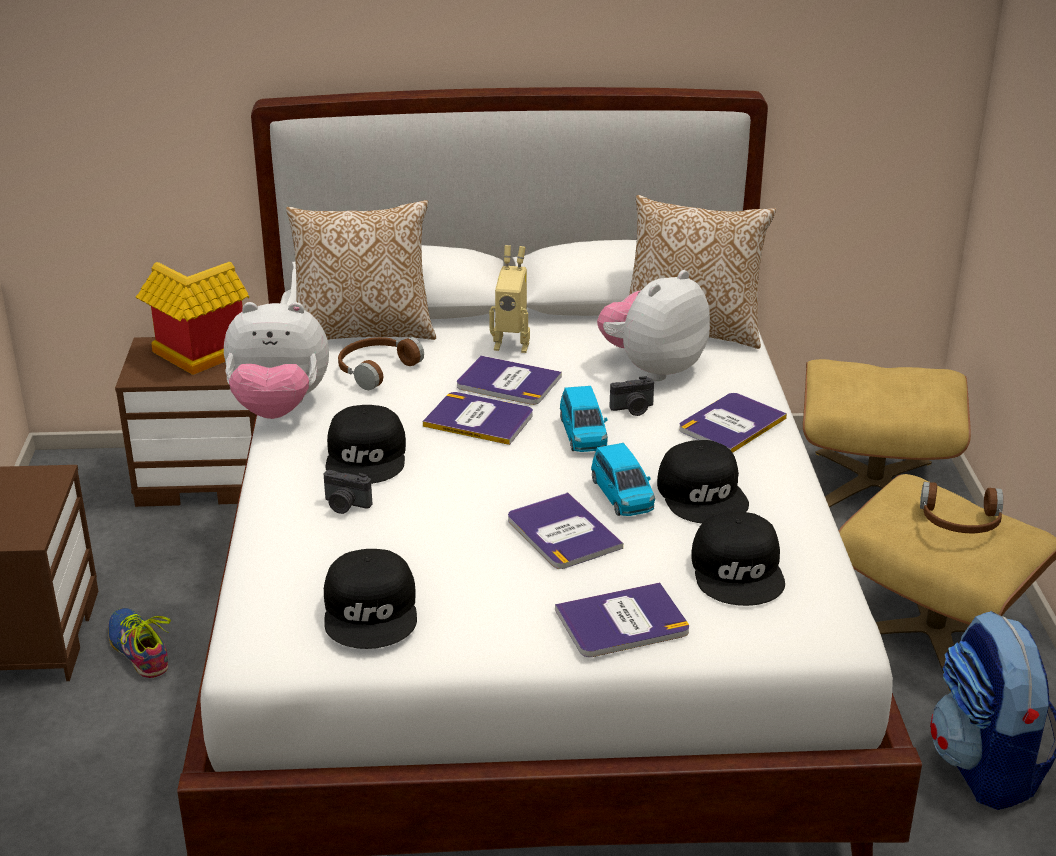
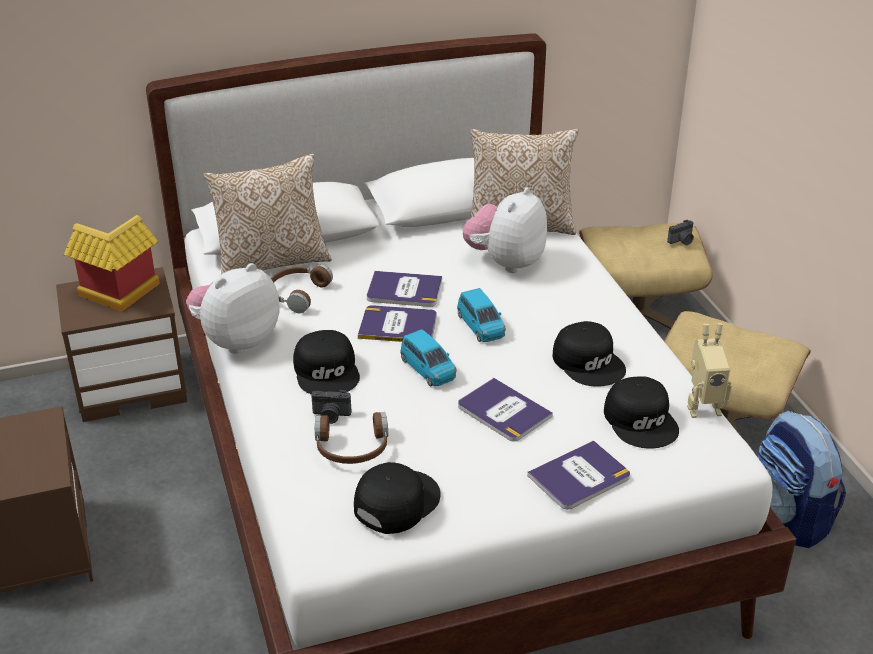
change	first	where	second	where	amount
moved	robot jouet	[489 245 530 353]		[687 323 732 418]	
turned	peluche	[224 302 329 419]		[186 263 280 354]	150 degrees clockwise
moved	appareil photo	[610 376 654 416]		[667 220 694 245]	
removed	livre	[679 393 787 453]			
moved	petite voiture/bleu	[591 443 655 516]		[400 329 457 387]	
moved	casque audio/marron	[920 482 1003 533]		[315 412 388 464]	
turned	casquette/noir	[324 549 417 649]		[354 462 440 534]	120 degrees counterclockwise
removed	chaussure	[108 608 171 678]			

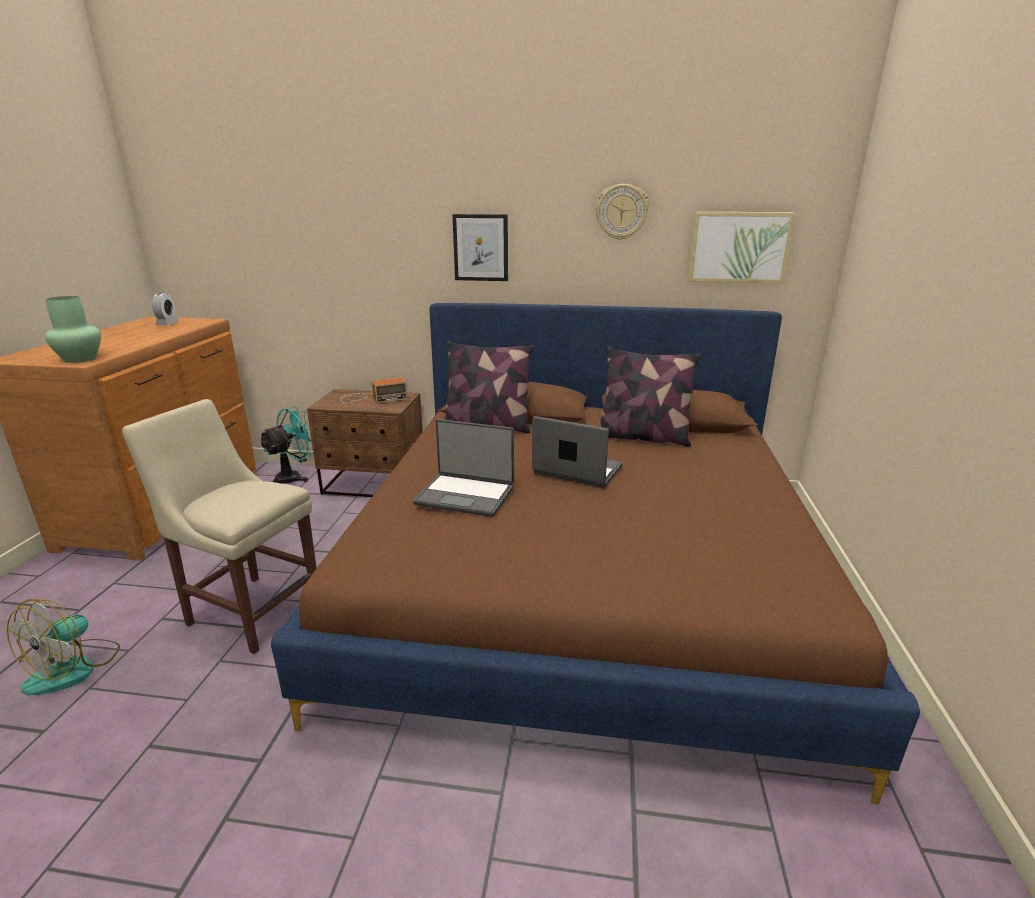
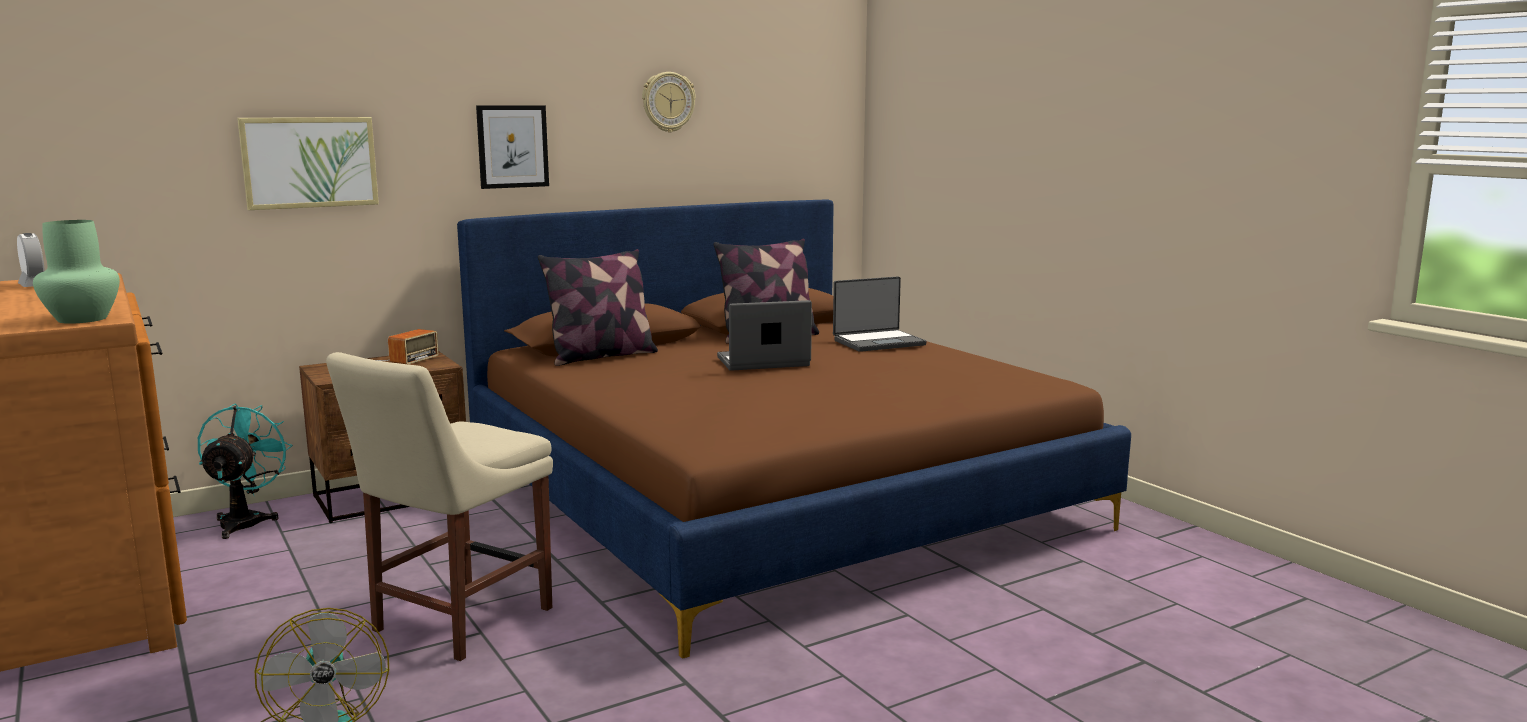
change	first	where	second	where	amount
moved	tableau	[688 212 796 283]		[237 117 379 210]	
turned	chaise/beige	[122 399 316 654]		[326 352 553 661]	45 degrees counterclockwise
moved	ordinateur portable	[413 419 514 517]		[833 276 927 352]	

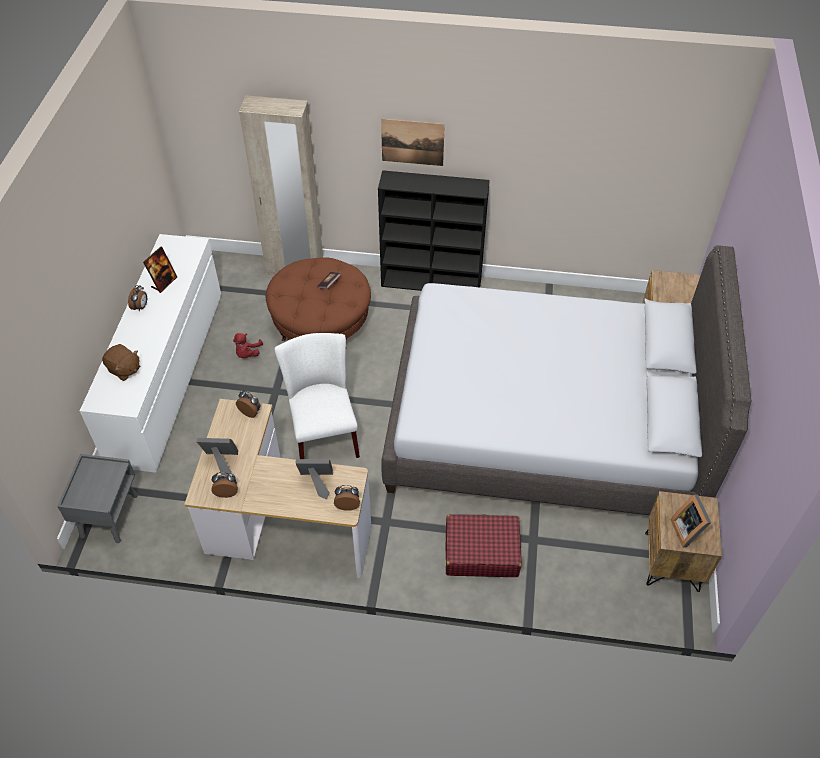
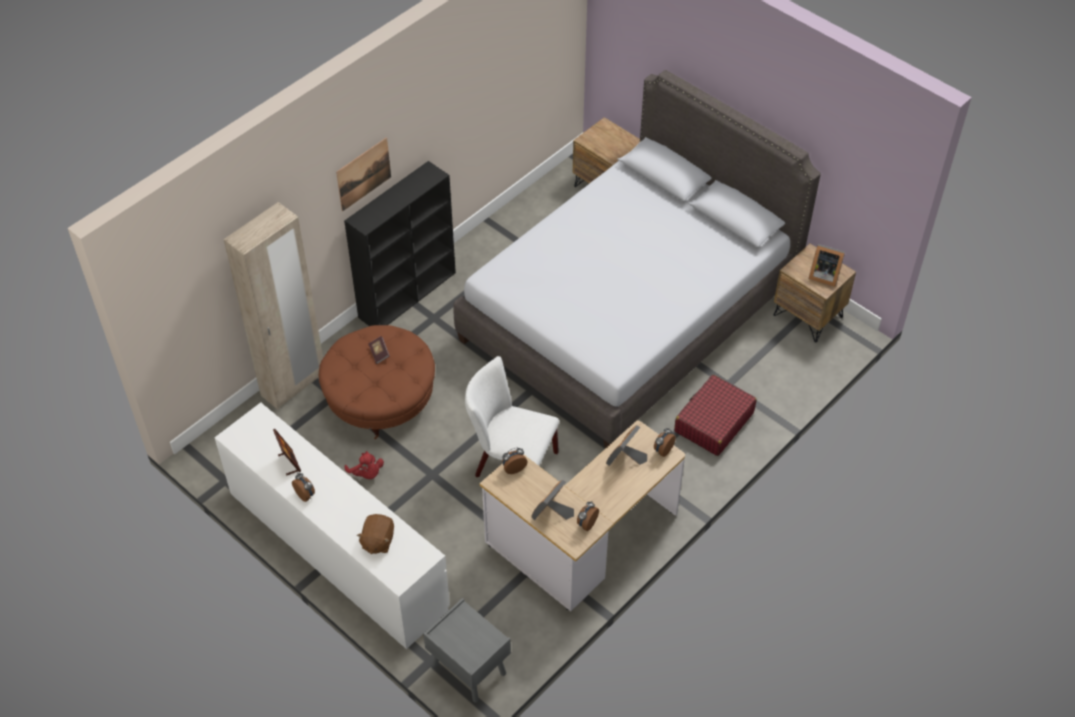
change	first	where	second	where	amount
turned	peluche/marron	[102 344 140 381]		[357 514 394 554]	120 degrees clockwise

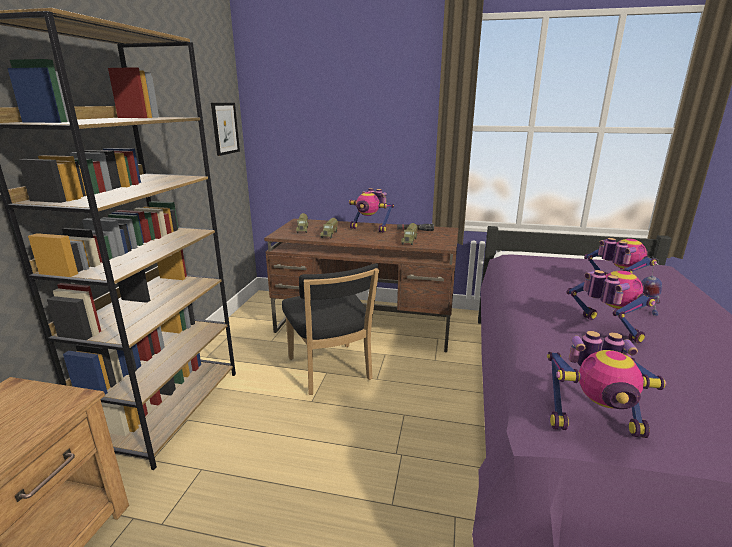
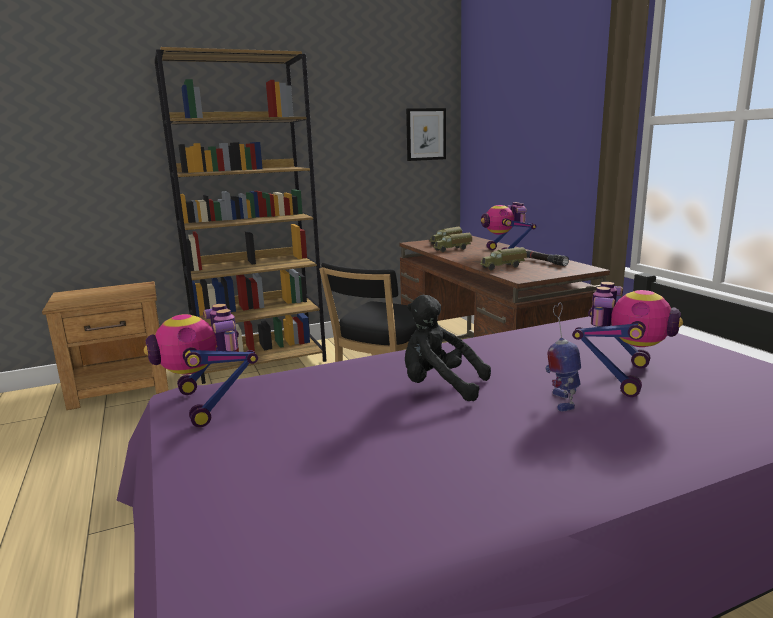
change	first	where	second	where	amount
replaced	robot jouet	[566 270 655 343]	peluche/noir	[405 295 491 401]	

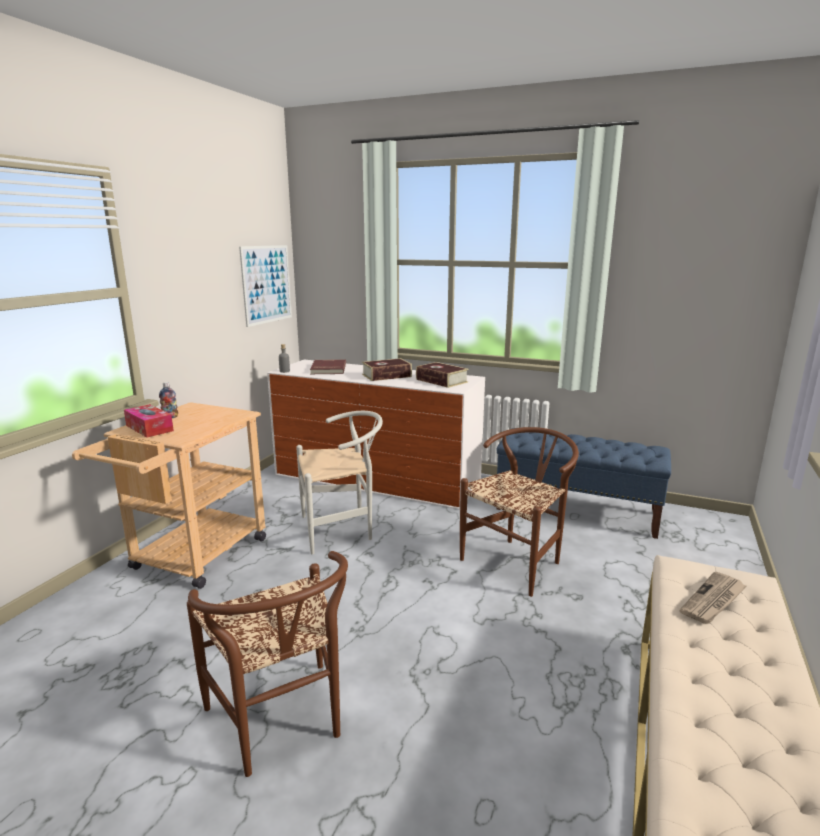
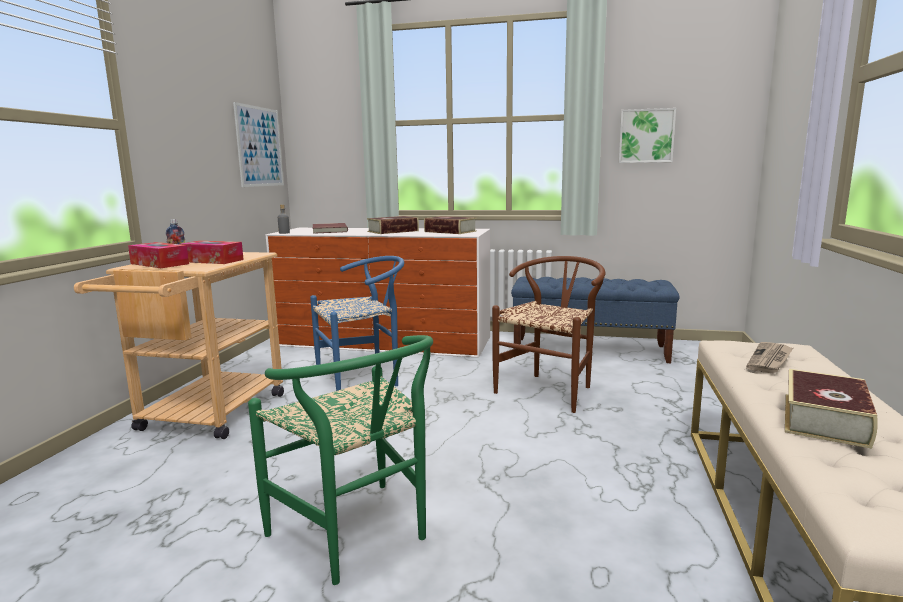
change	first	where	second	where	amount
recoloured	chaise/blanc	[296 411 383 555]	chaise/bleu	[310 256 404 391]	
recoloured	chaise/marron	[187 551 348 777]	chaise/vert	[248 335 433 585]	
added			tableau	[618 108 676 163]	
added			boîte à mouchoirs	[180 241 244 264]	
added			livre	[785 369 878 449]	

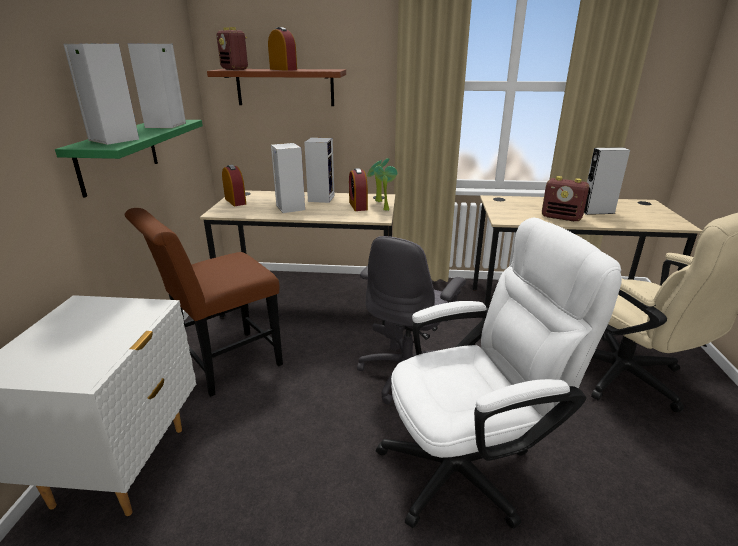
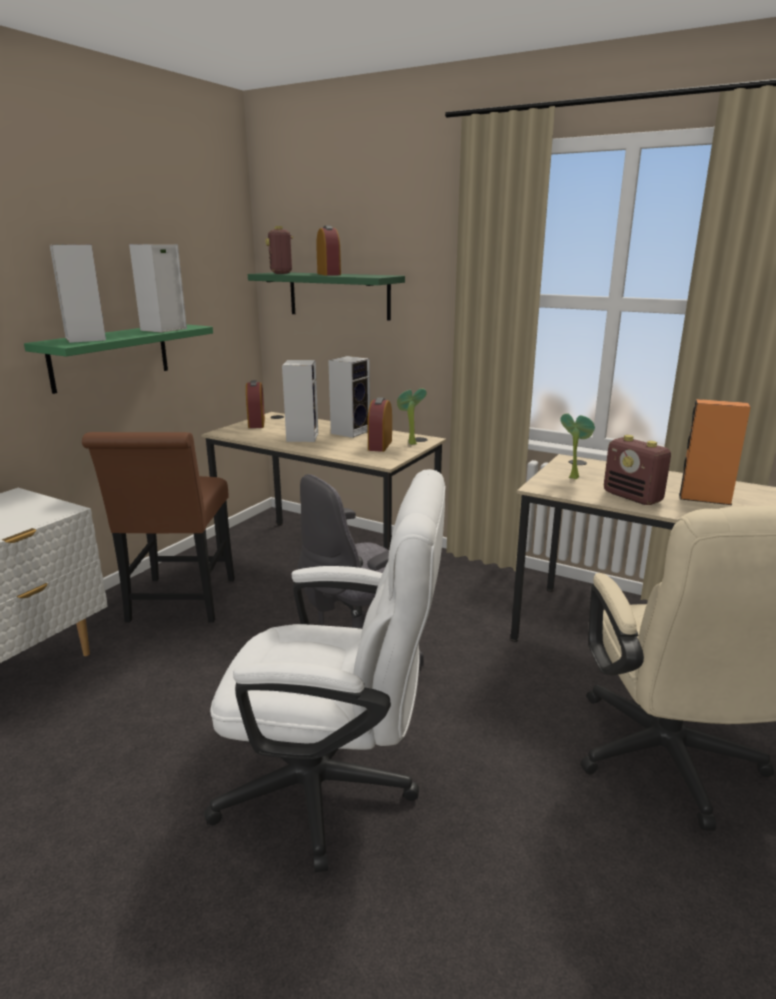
change	first	where	second	where	amount
recoloured	étagère/marron	[207 69 346 106]	étagère/vert	[248 272 405 321]	
recoloured	enceinte/gris	[584 147 630 215]	enceinte/orange	[679 399 751 505]	
moved	plante en pot	[374 166 397 211]		[561 413 595 479]	
turned	chaise/marron	[125 208 283 397]		[82 432 235 623]	75 degrees counterclockwise

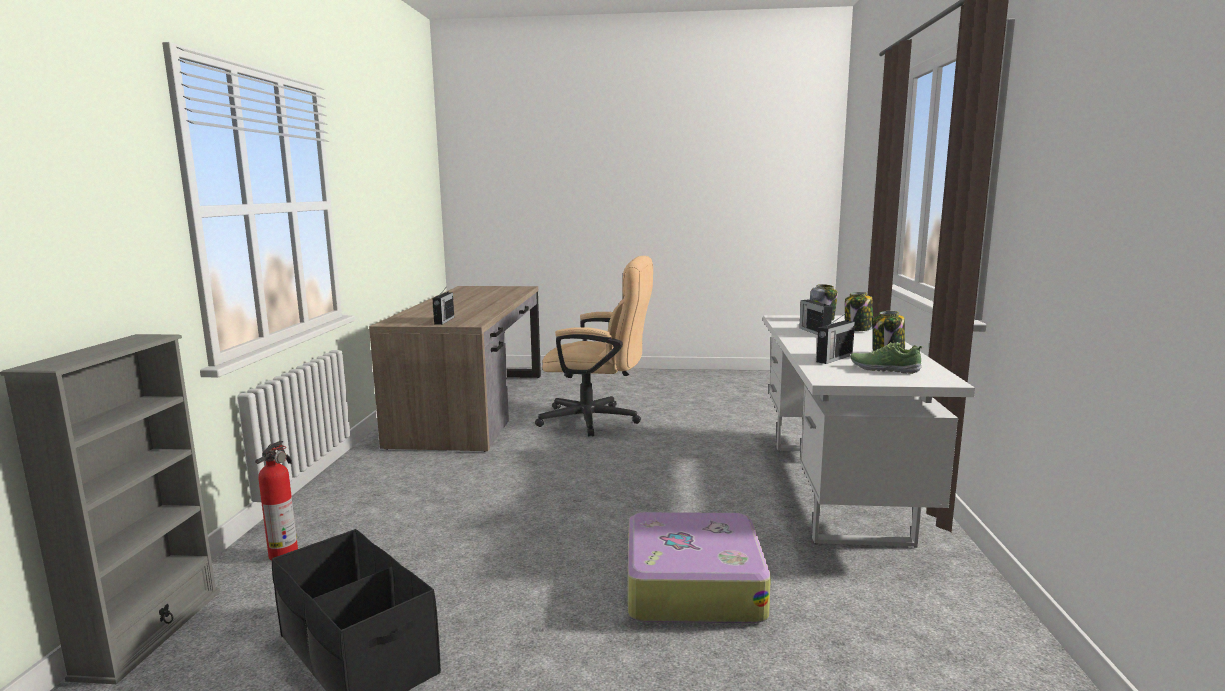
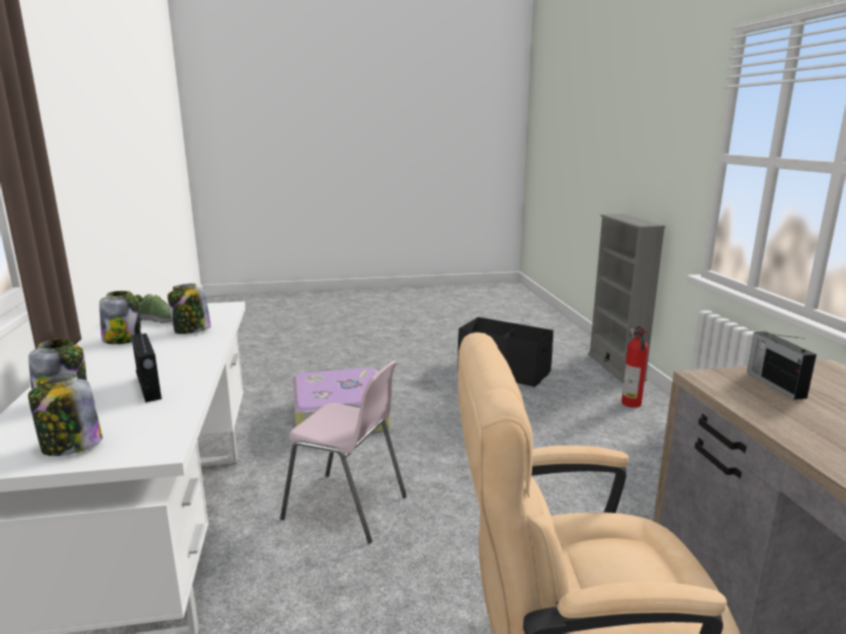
change	first	where	second	where	amount
replaced	radio	[816 313 855 364]	bocal	[167 283 211 334]	
added			chaise/rose	[280 361 407 543]	

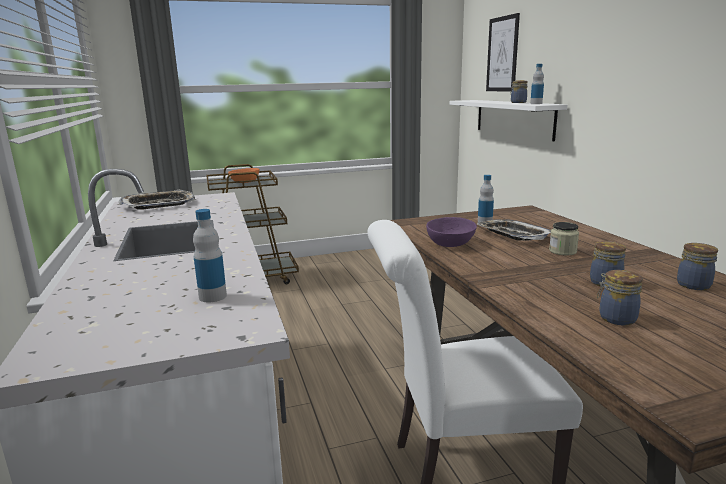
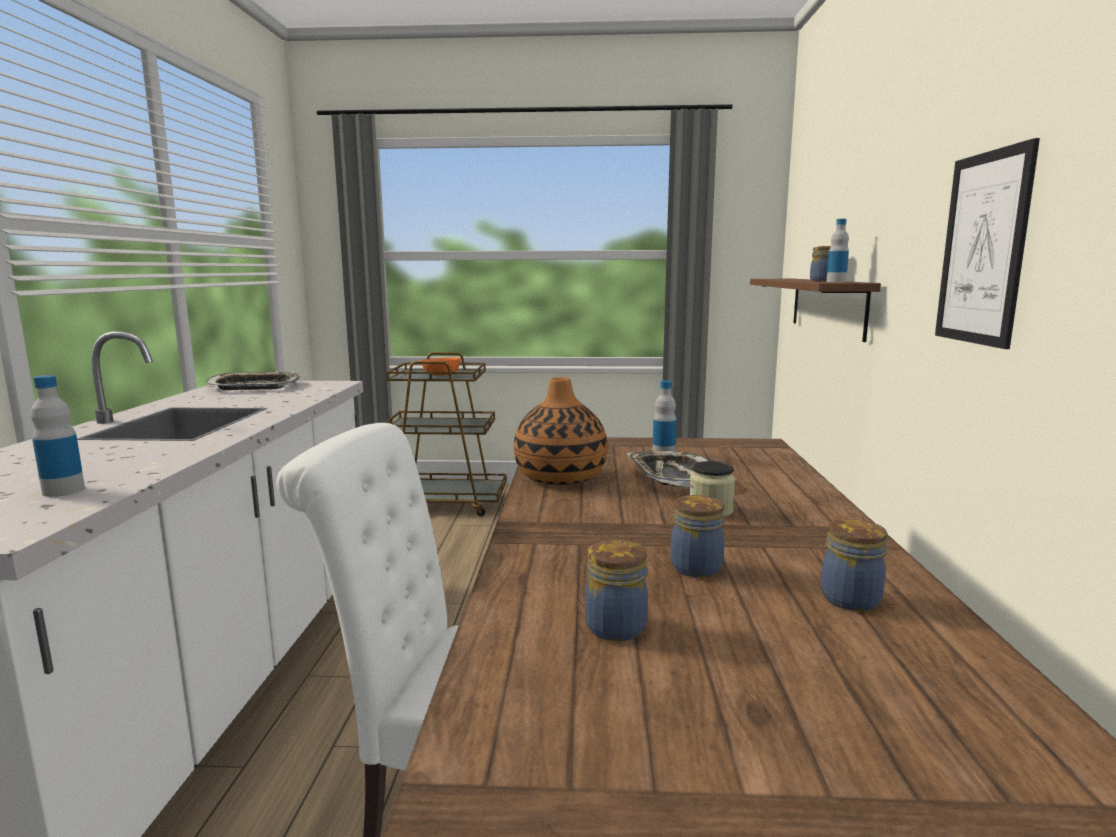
change	first	where	second	where	amount
moved	tableau	[486 13 520 92]		[935 138 1040 349]	
recoloured	étagère/blanc	[450 100 567 141]	étagère/marron	[750 279 881 342]	
replaced	bol/violet	[426 217 477 247]	vase	[514 377 608 485]	

